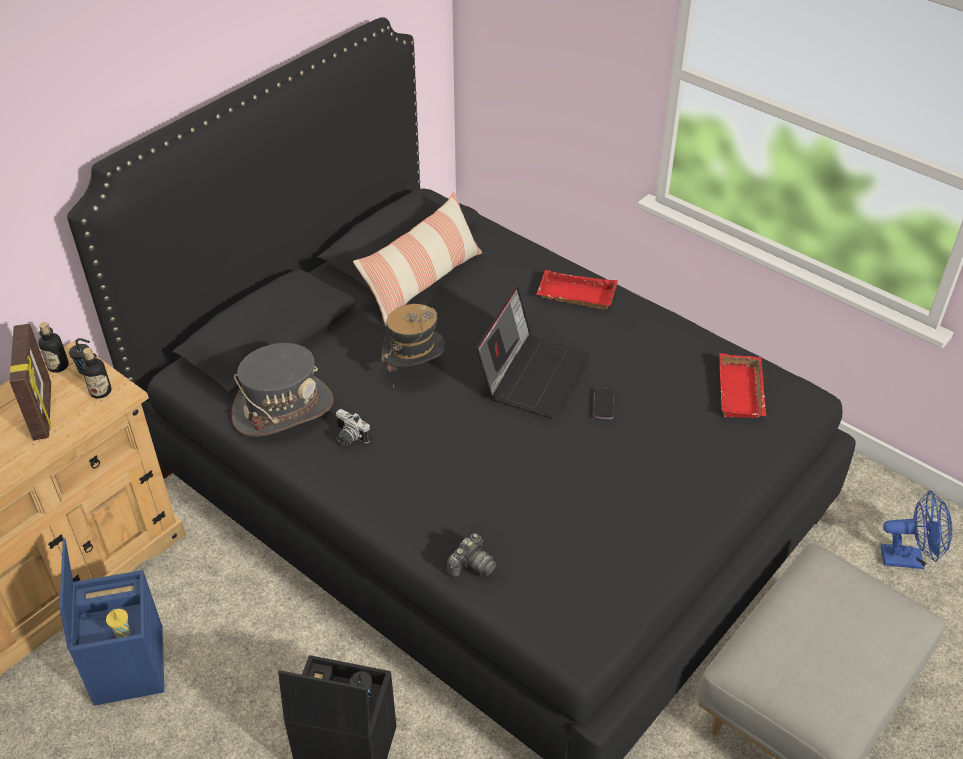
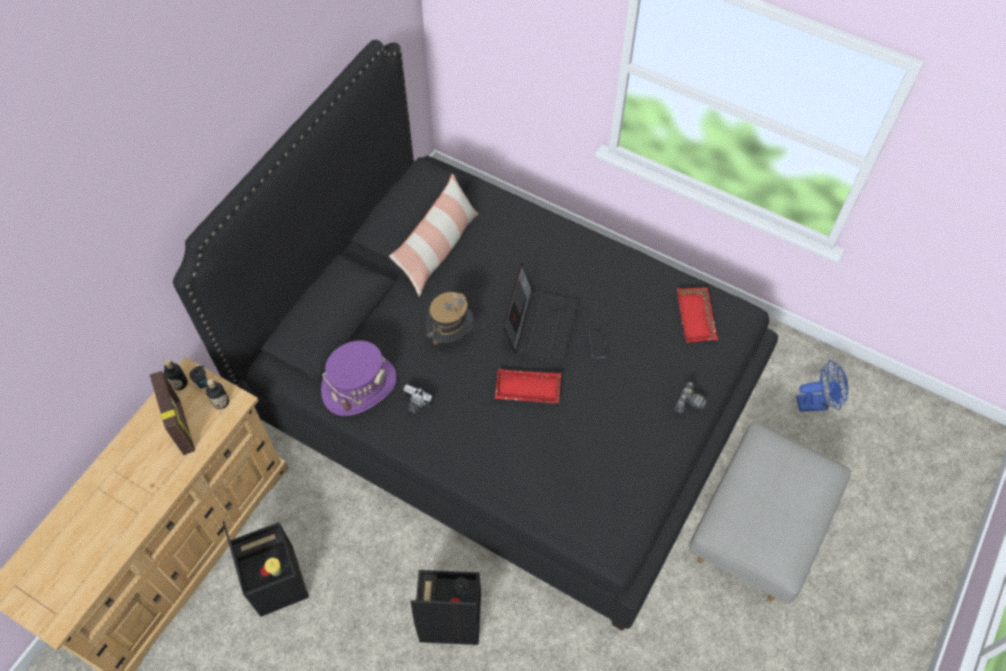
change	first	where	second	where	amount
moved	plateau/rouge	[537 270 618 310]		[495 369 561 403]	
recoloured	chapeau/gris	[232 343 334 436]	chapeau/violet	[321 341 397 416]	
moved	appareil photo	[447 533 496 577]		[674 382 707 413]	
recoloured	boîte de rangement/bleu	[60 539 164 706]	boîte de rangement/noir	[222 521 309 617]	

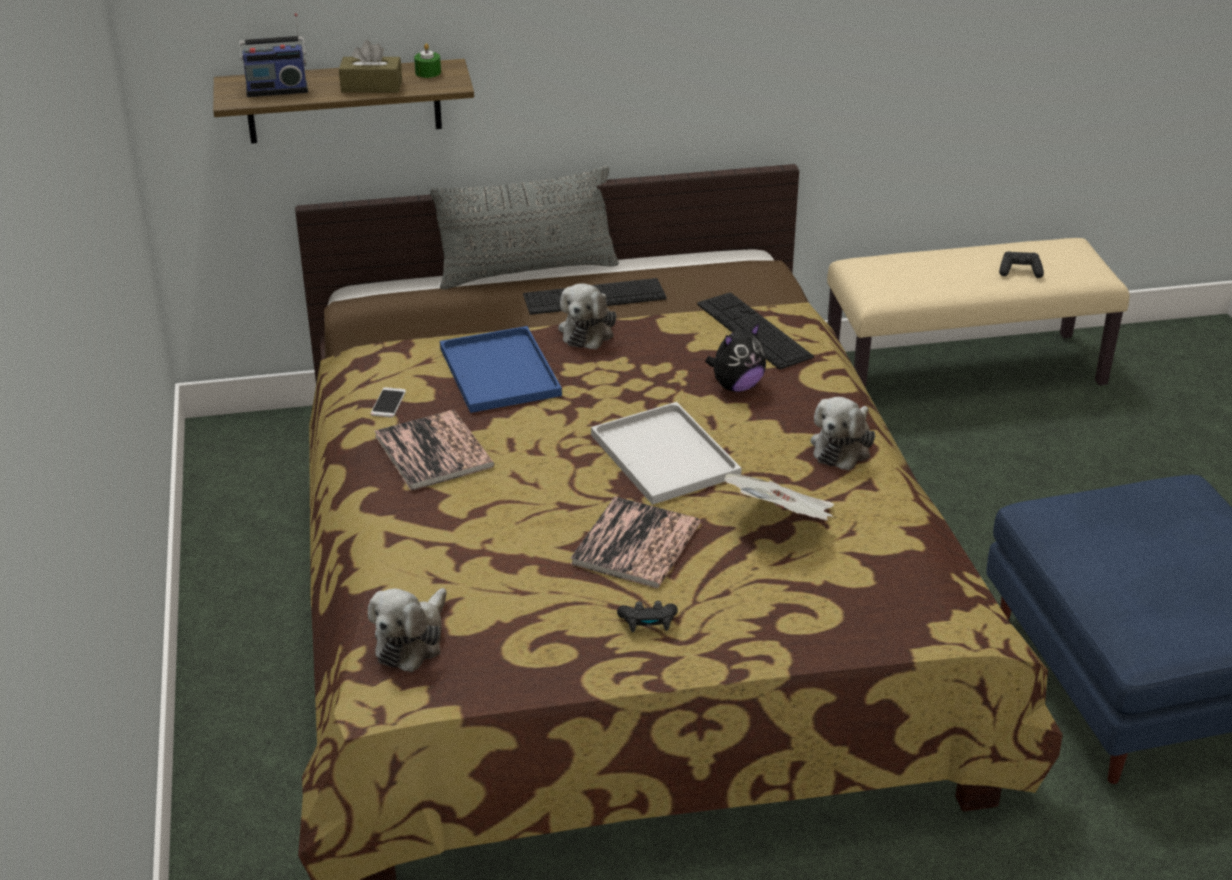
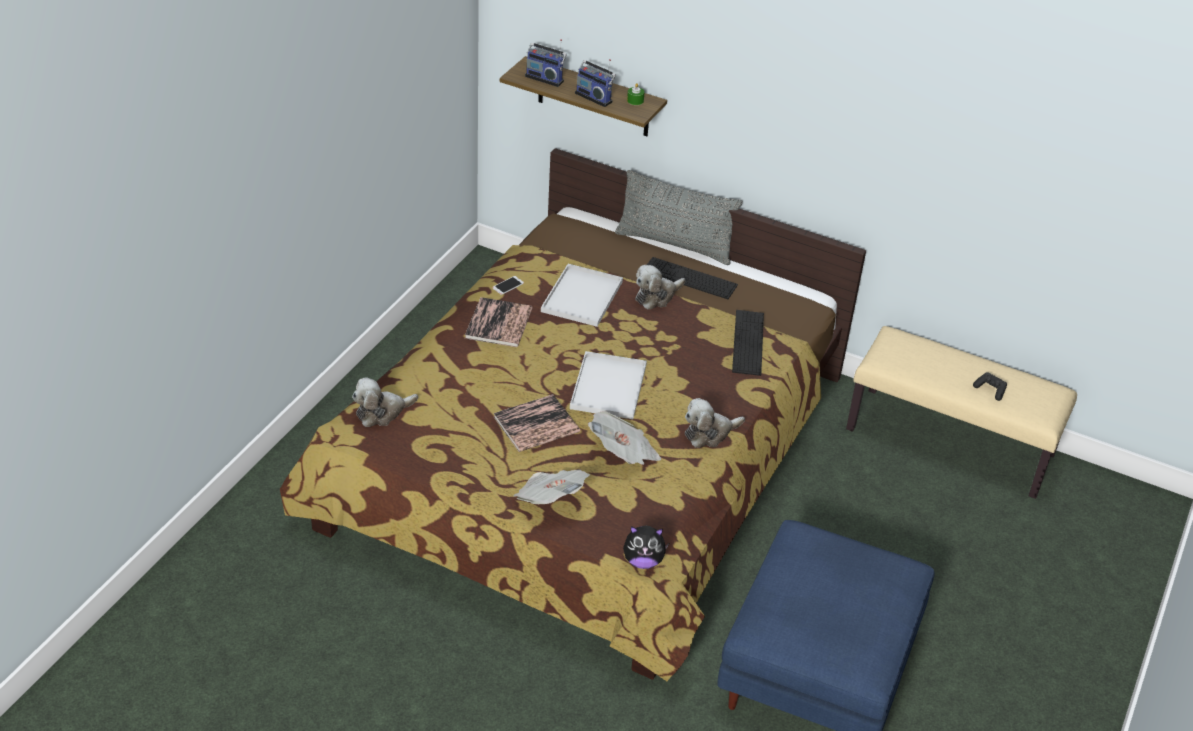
change	first	where	second	where	amount
replaced	boîte à mouchoirs/marron	[339 40 402 93]	radio	[575 59 616 107]	
moved	peluche	[705 322 766 392]		[623 526 669 569]	
recoloured	plateau/bleu	[440 326 562 413]	plateau/blanc	[541 264 623 327]	
removed	manette/noir	[617 601 678 632]			
added			journal	[514 469 590 505]	

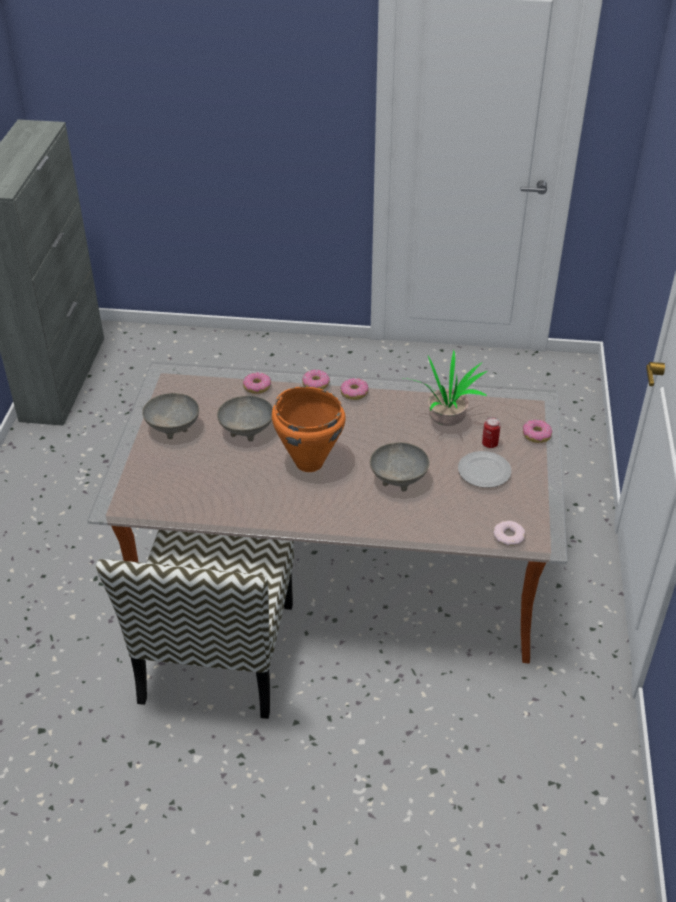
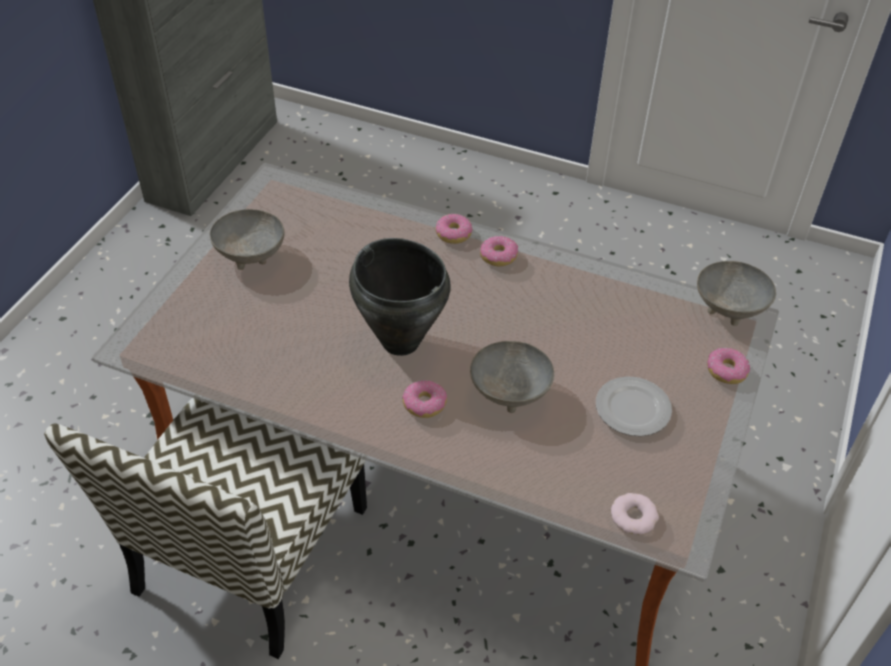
change	first	where	second	where	amount
removed	plante en pot	[405 350 487 426]			
moved	beignet	[243 372 271 394]		[402 380 447 418]	
recoloured	marmite/orange	[272 387 346 472]	marmite/noir	[349 238 451 356]	
moved	bol/gris	[217 395 273 441]		[697 261 776 326]	
removed	boîte métallique	[482 417 501 448]			

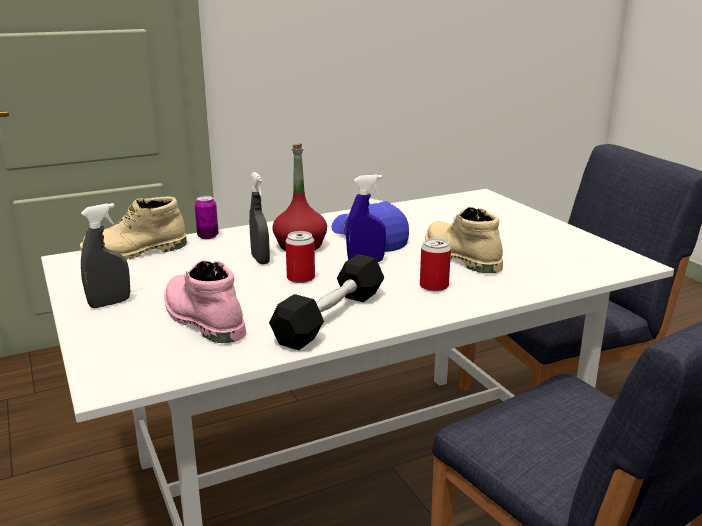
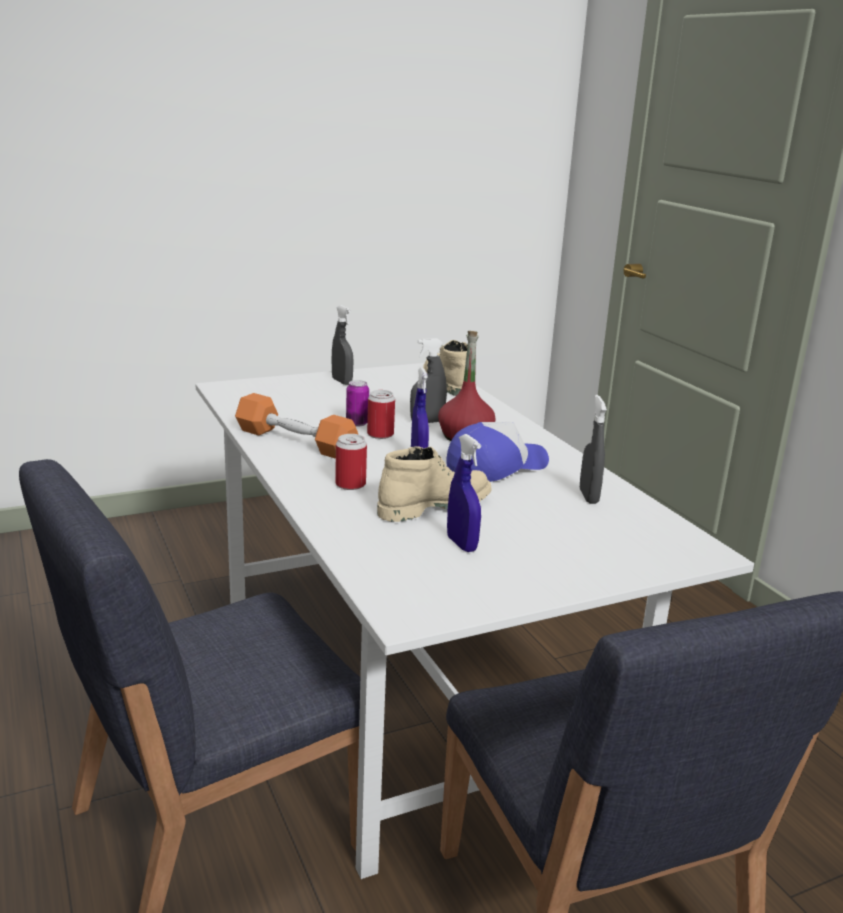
change	first	where	second	where	amount
moved	boîte métallique	[195 196 219 239]		[346 380 369 427]	
recoloured	haltère/noir	[269 254 384 350]	haltère/orange	[235 393 359 459]	
removed	botte/rose	[164 260 246 343]			
added			vaporisateur/gris	[580 395 607 504]	
added			vaporisateur/bleu	[447 434 481 552]	

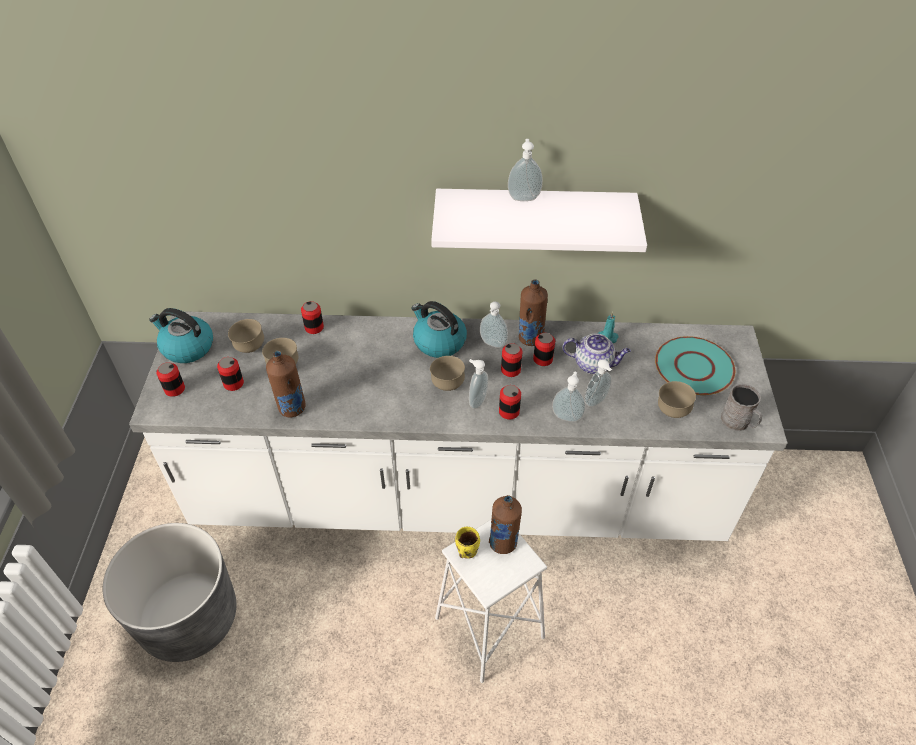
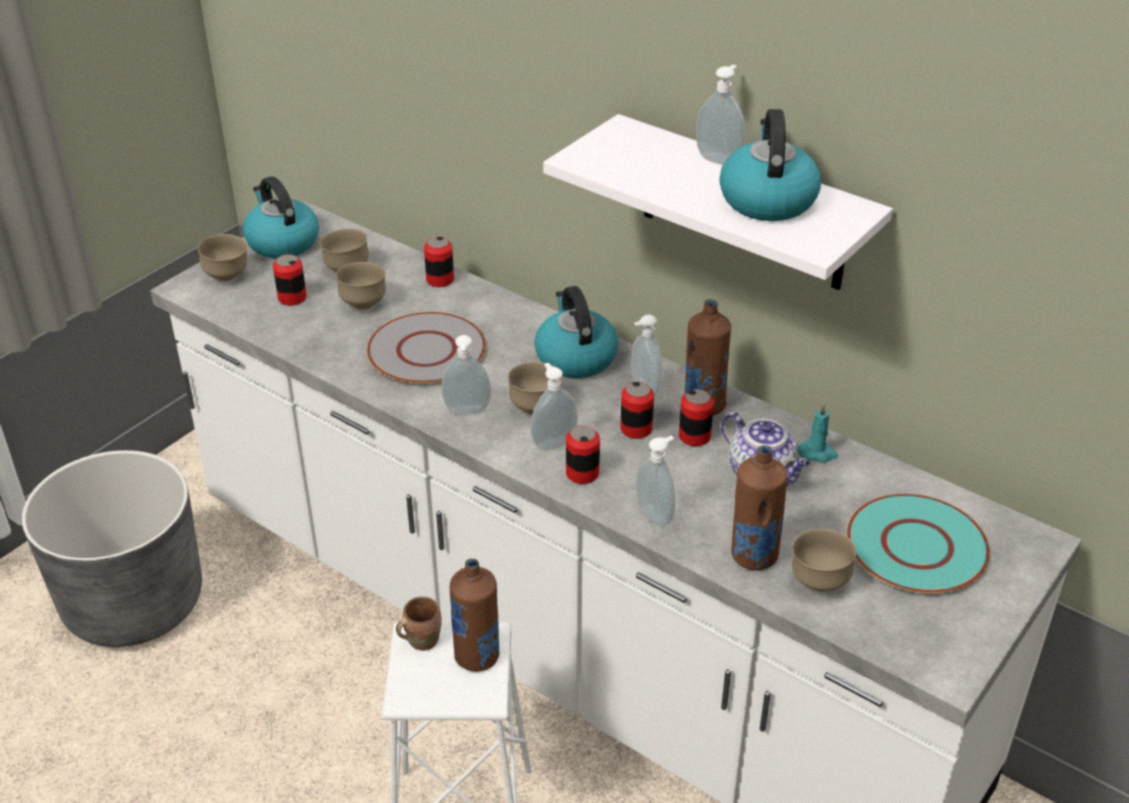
change	first	where	second	where	amount
moved	bouteille/marron	[266 350 306 418]		[731 445 788 570]	
moved	distributeur de savon	[584 359 612 407]		[441 335 491 415]	
replaced	boîte métallique	[156 362 185 397]	bol/marron	[198 234 247 281]	
removed	mug/gris	[721 384 762 431]			
recoloured	mug/jaune	[455 527 480 559]	mug/marron	[396 597 442 651]	
added			bouilloire	[719 109 821 221]	
added			assiette/gris	[367 312 486 384]	

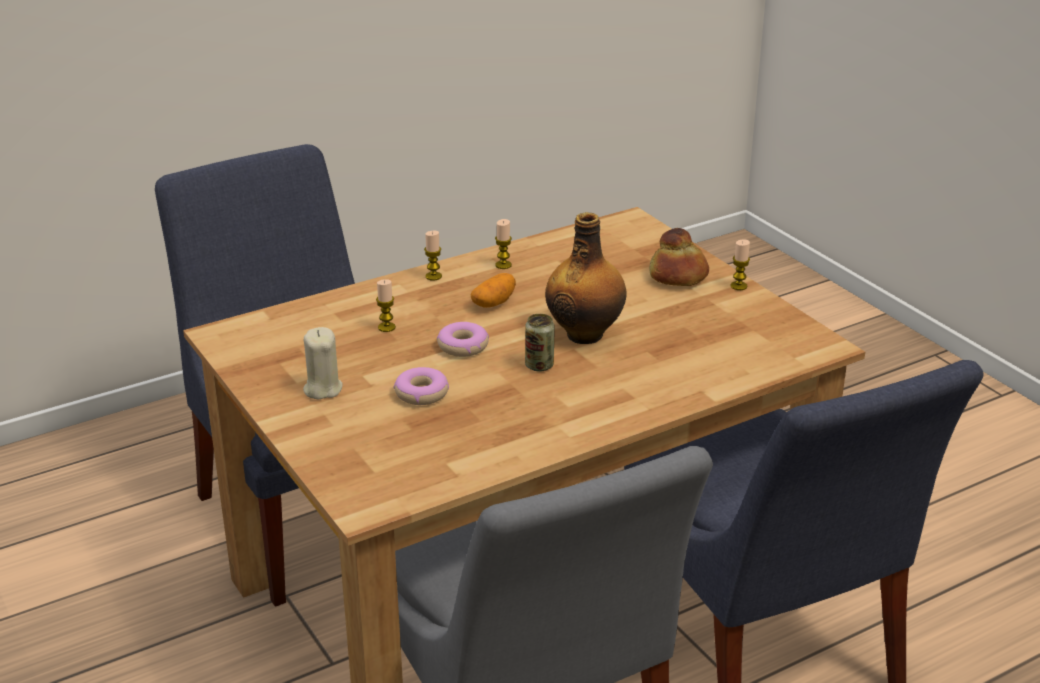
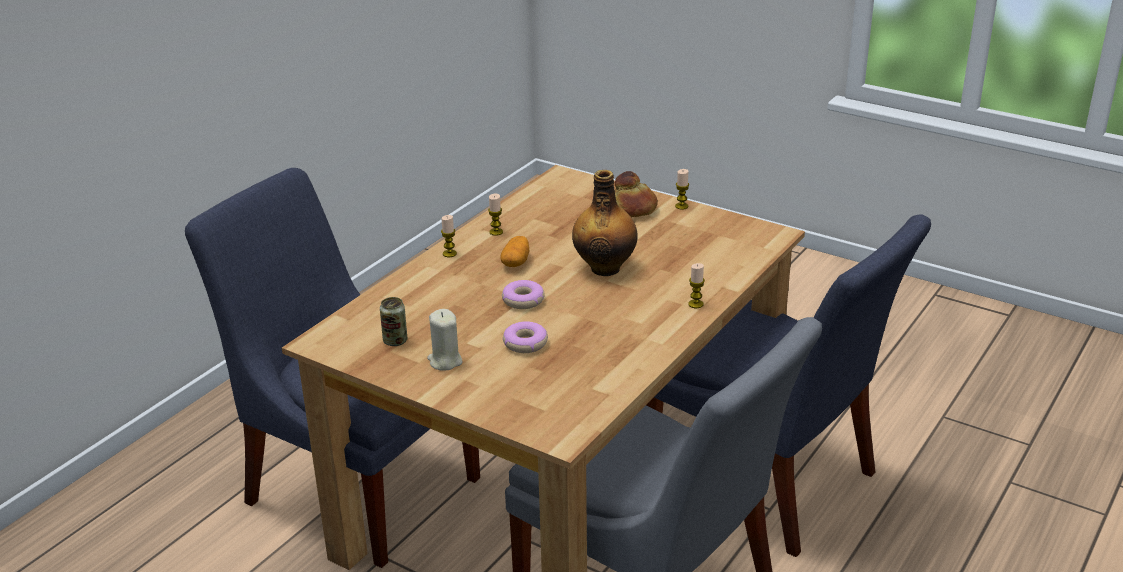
change	first	where	second	where	amount
moved	bougie	[376 279 396 332]		[688 263 705 308]	
moved	boîte métallique	[525 314 555 372]		[380 297 407 346]	

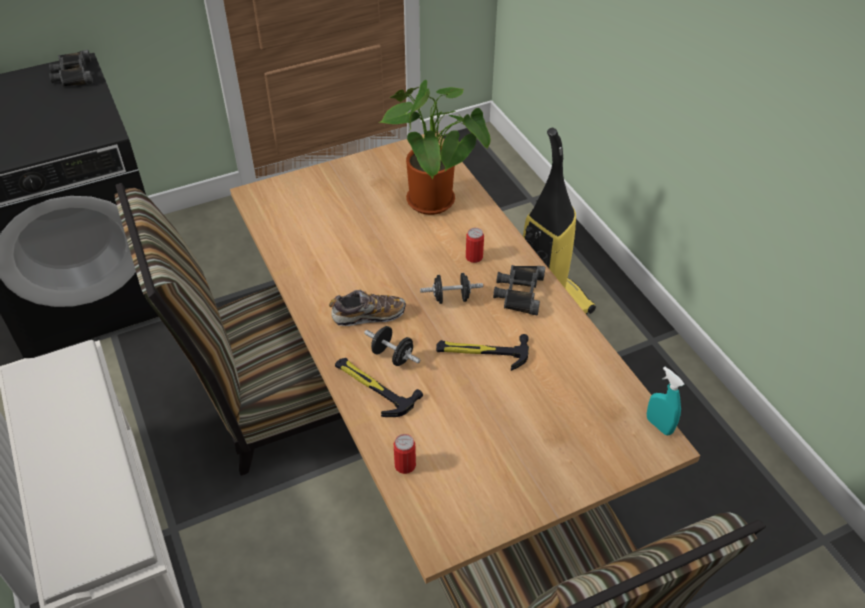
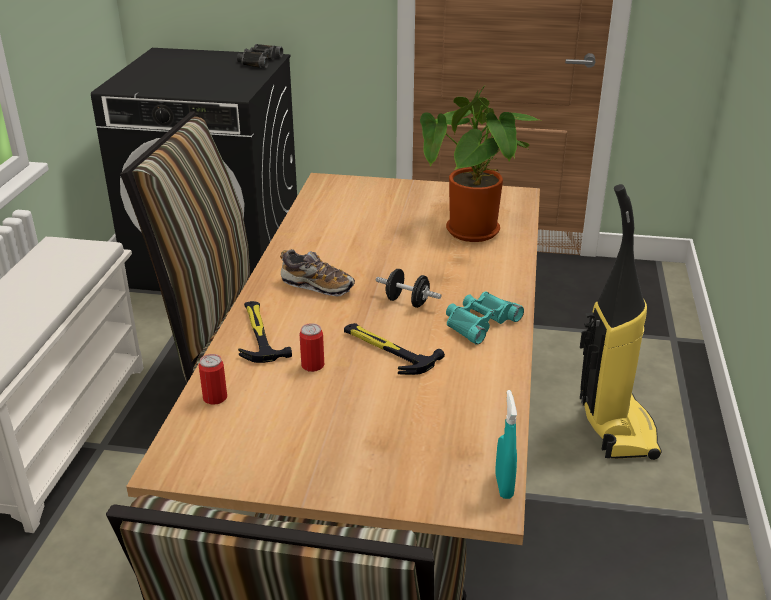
change	first	where	second	where	amount
moved	boîte métallique	[466 228 484 263]		[300 323 324 372]	
recoloured	jumelles/noir	[493 265 545 315]	jumelles/turquoise	[446 291 524 345]	
removed	haltère/noir	[364 326 420 366]			

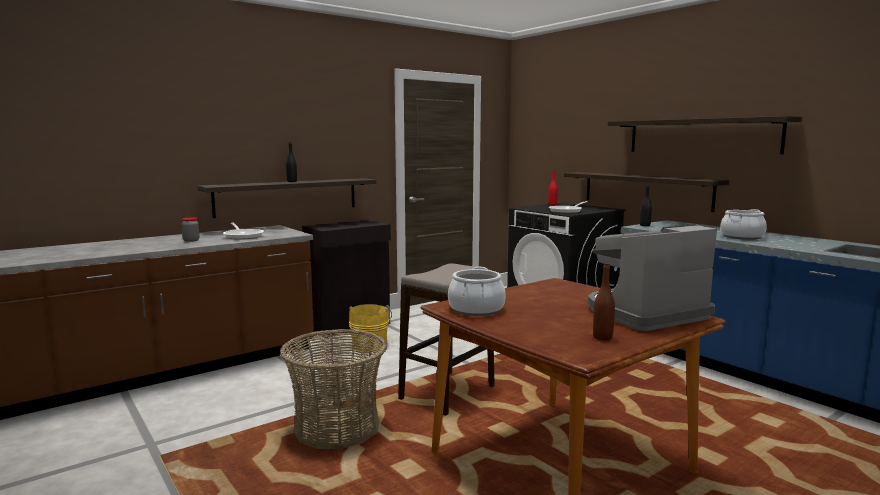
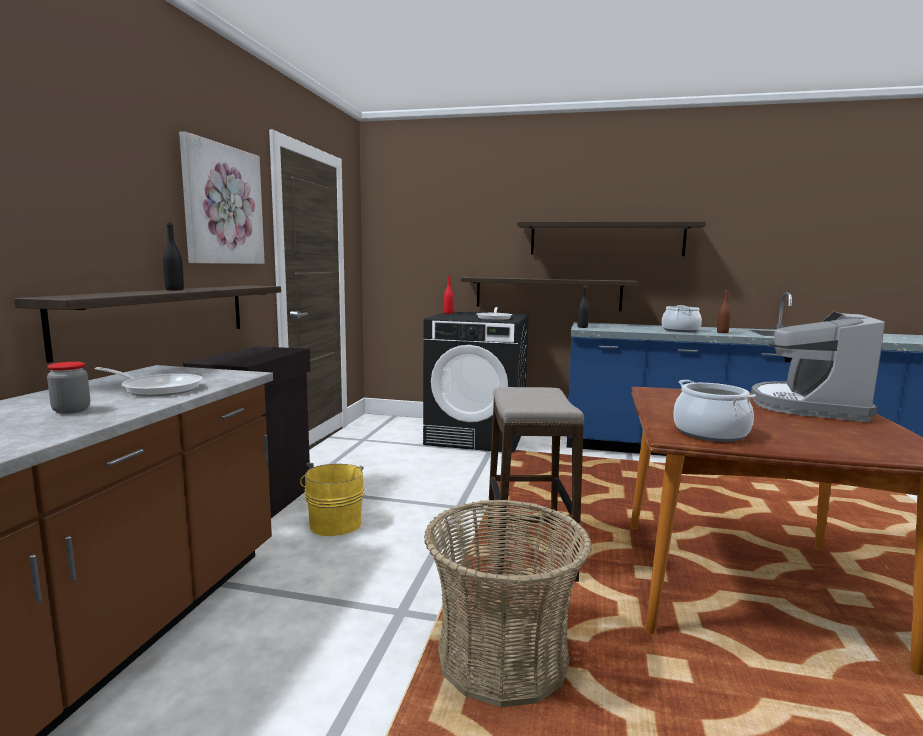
change	first	where	second	where	amount
moved	bouteille/marron	[593 263 615 341]		[717 289 731 333]	
added			tableau	[179 132 265 264]	

